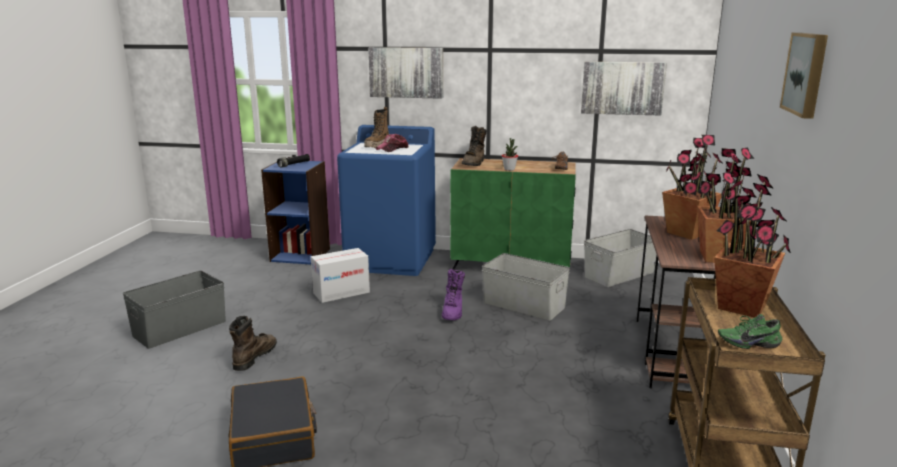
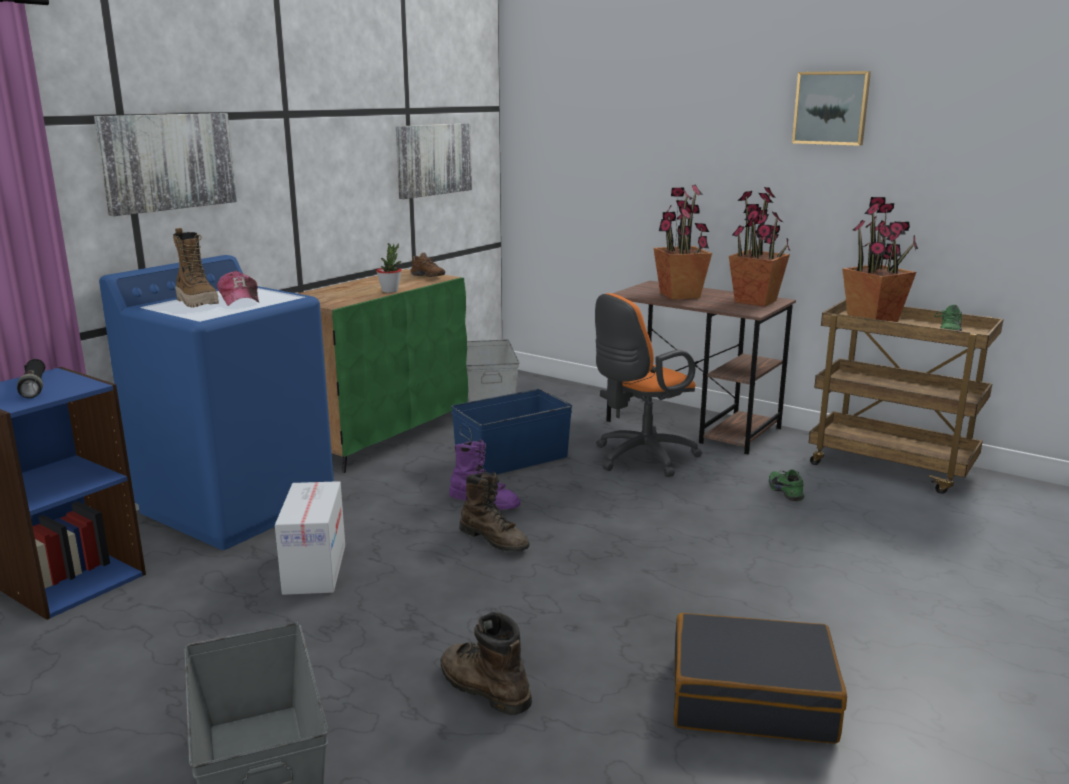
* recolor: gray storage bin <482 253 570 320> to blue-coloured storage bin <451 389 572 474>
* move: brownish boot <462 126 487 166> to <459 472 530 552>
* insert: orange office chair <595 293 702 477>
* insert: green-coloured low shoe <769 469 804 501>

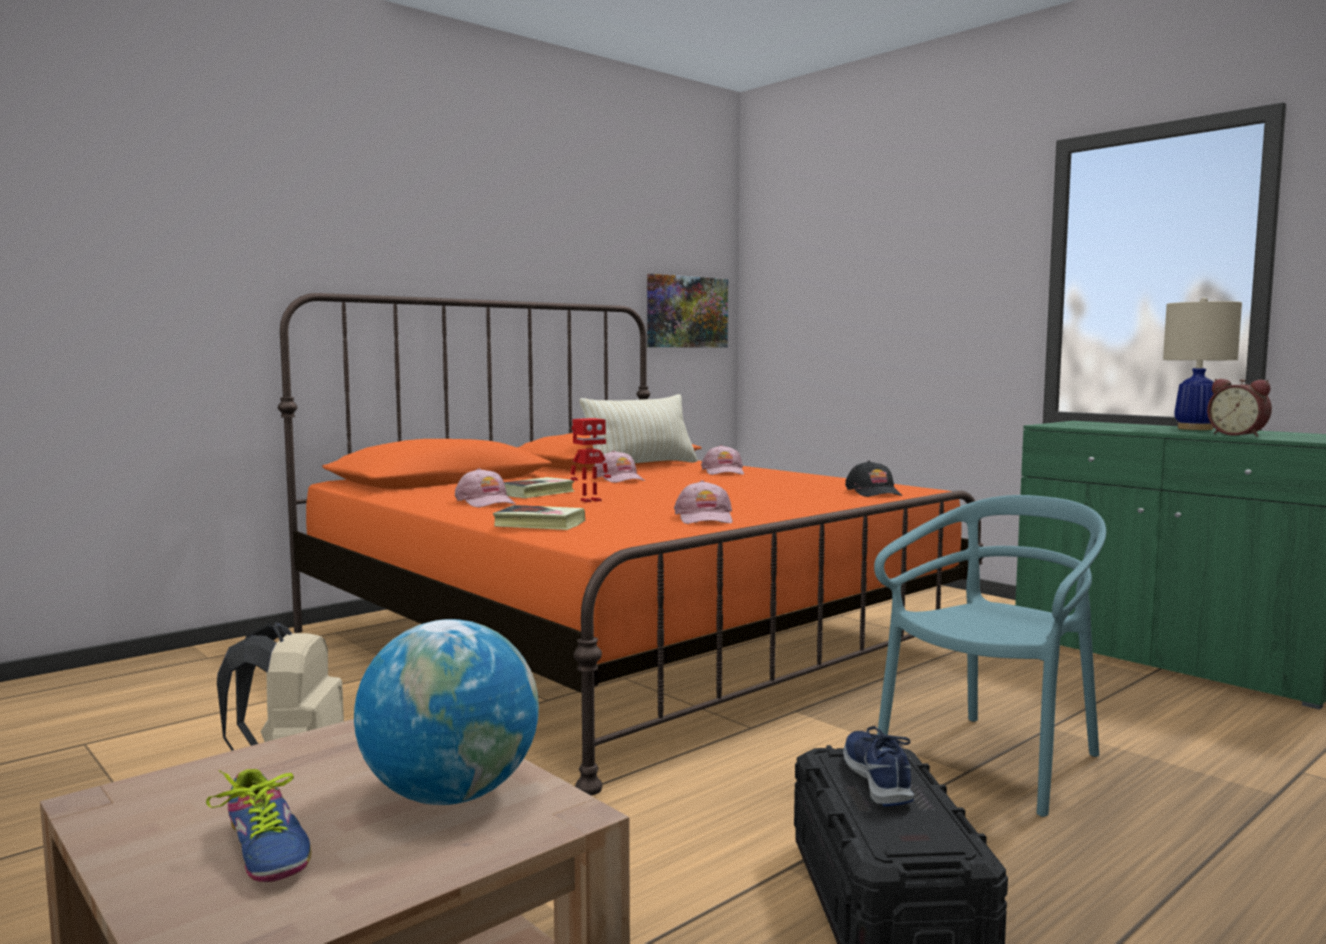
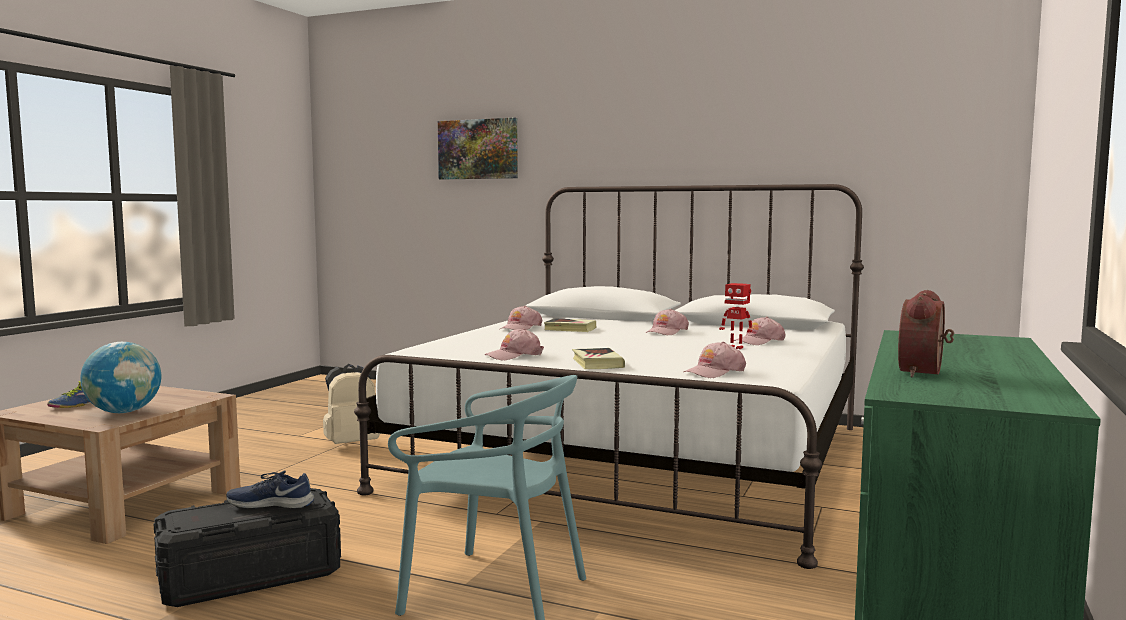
* rotate: blue-coloured low shoe <844 726 914 806> = <226 470 314 509> 150 degrees counterclockwise
* recolor: orange bed <278 293 984 795> to white-coloured bed <354 184 864 569>
* move: picture <647 274 728 348> to <438 118 518 180>
* move: book <493 505 585 530> to <572 348 625 369>
* recolor: black peaked cap <845 461 902 497> to pinkish peaked cap <683 342 746 378>
* move: toy robot <571 418 611 503> to <719 283 753 349>
* delete: beige cushion <580 394 698 465>
* delete: beige tabletop lamp <1163 297 1242 430>

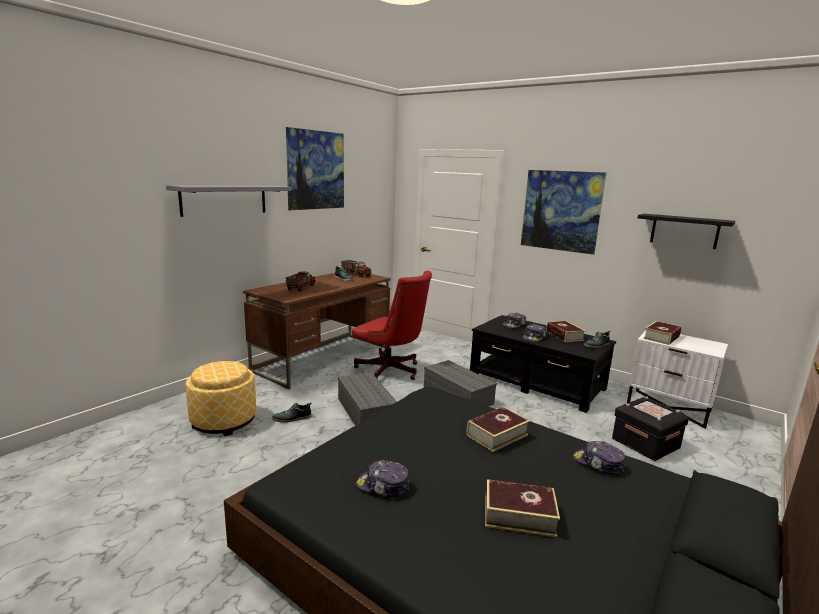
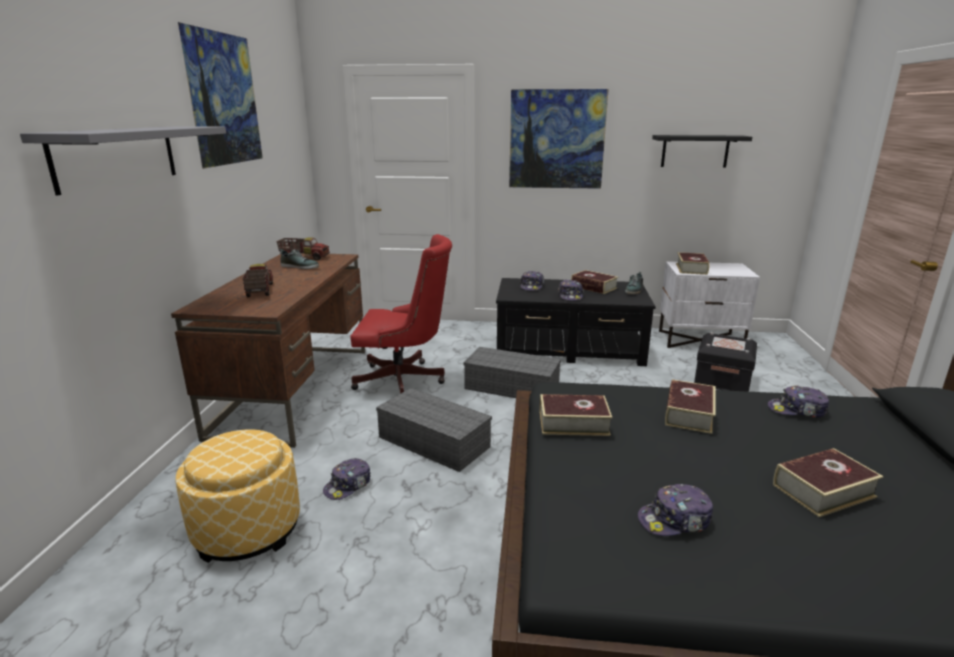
* replace: low shoe <272 402 312 422> to peaked cap <323 458 371 500>
* insert: book <540 394 612 436>

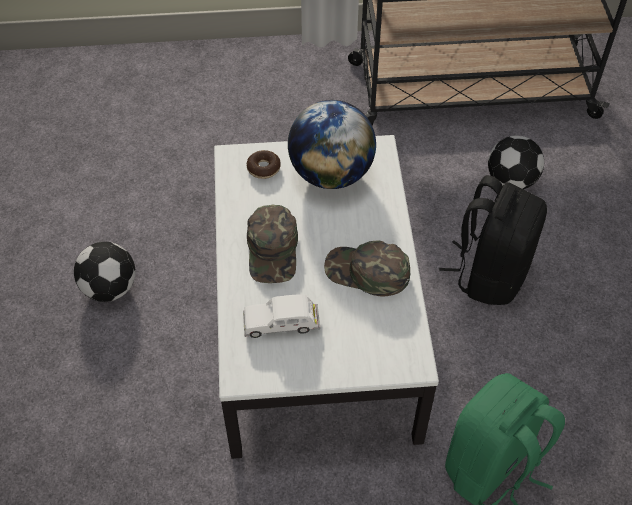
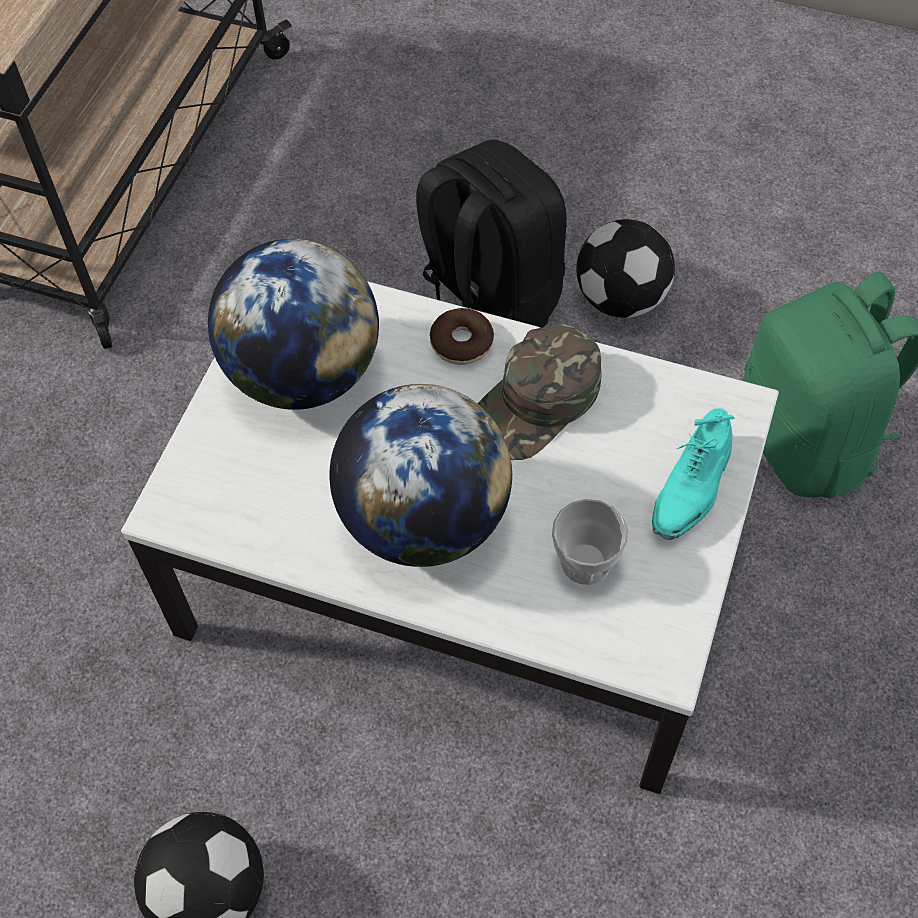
* replace: green-coloured peaked cap <247 205 298 283> to globe <329 384 512 567>
* move: donut <247 150 281 179> to <430 308 494 365>
* replace: white-coloured miniature car <243 294 320 338> to drinking cup <552 499 628 585>
* move: football <488 135 544 189> to <576 219 675 318>
* insert: turquoise low shoe <652 408 735 540>

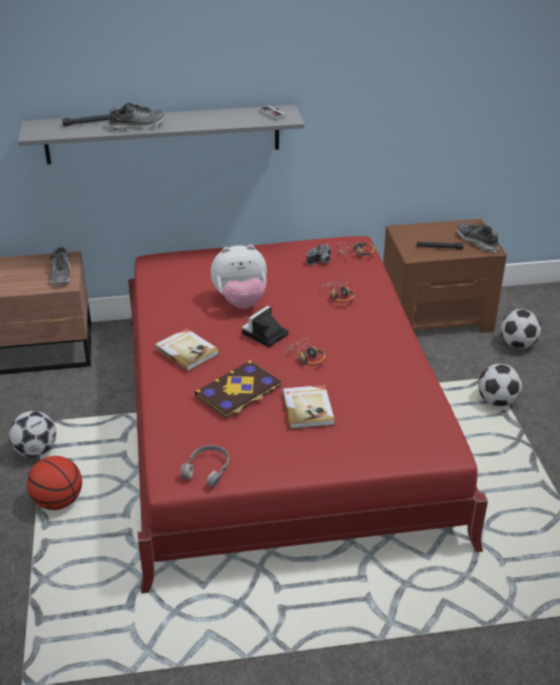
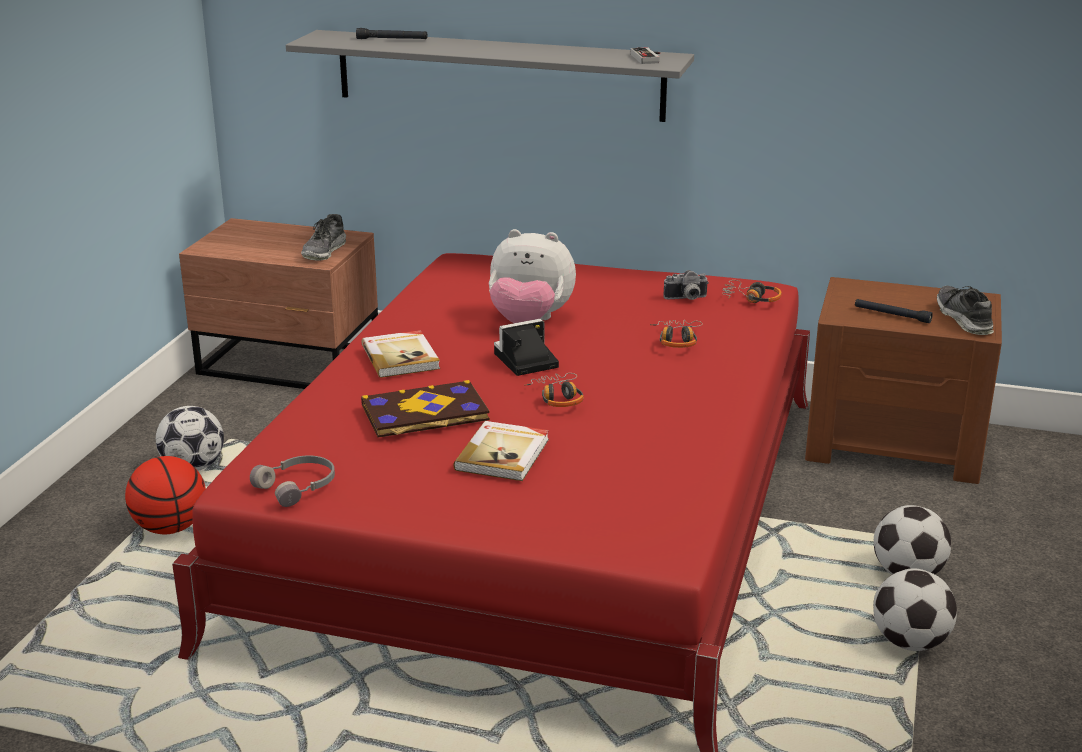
* move: football <501 309 541 349> to <873 568 957 651>
* delete: low shoe <108 103 165 132>

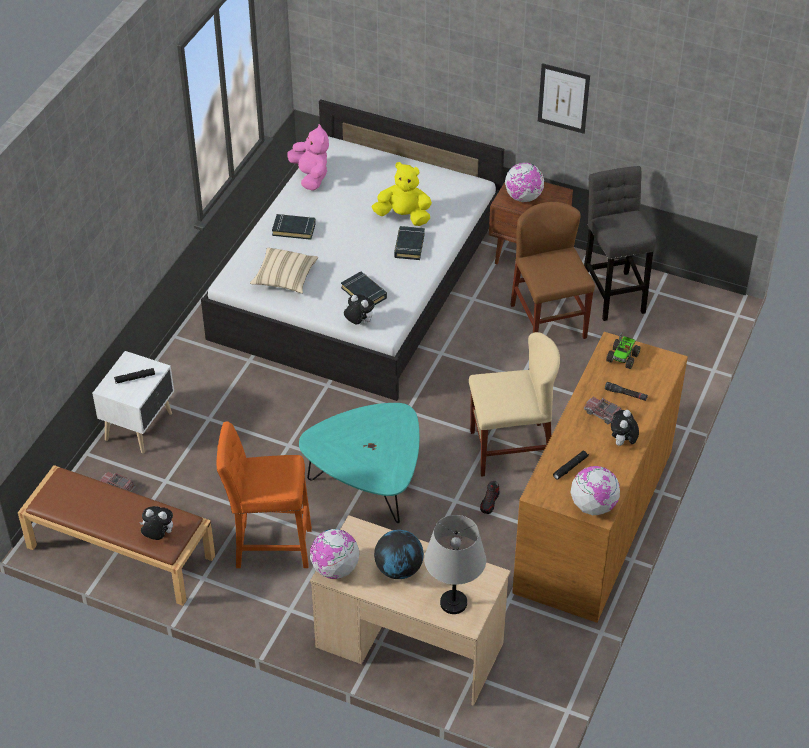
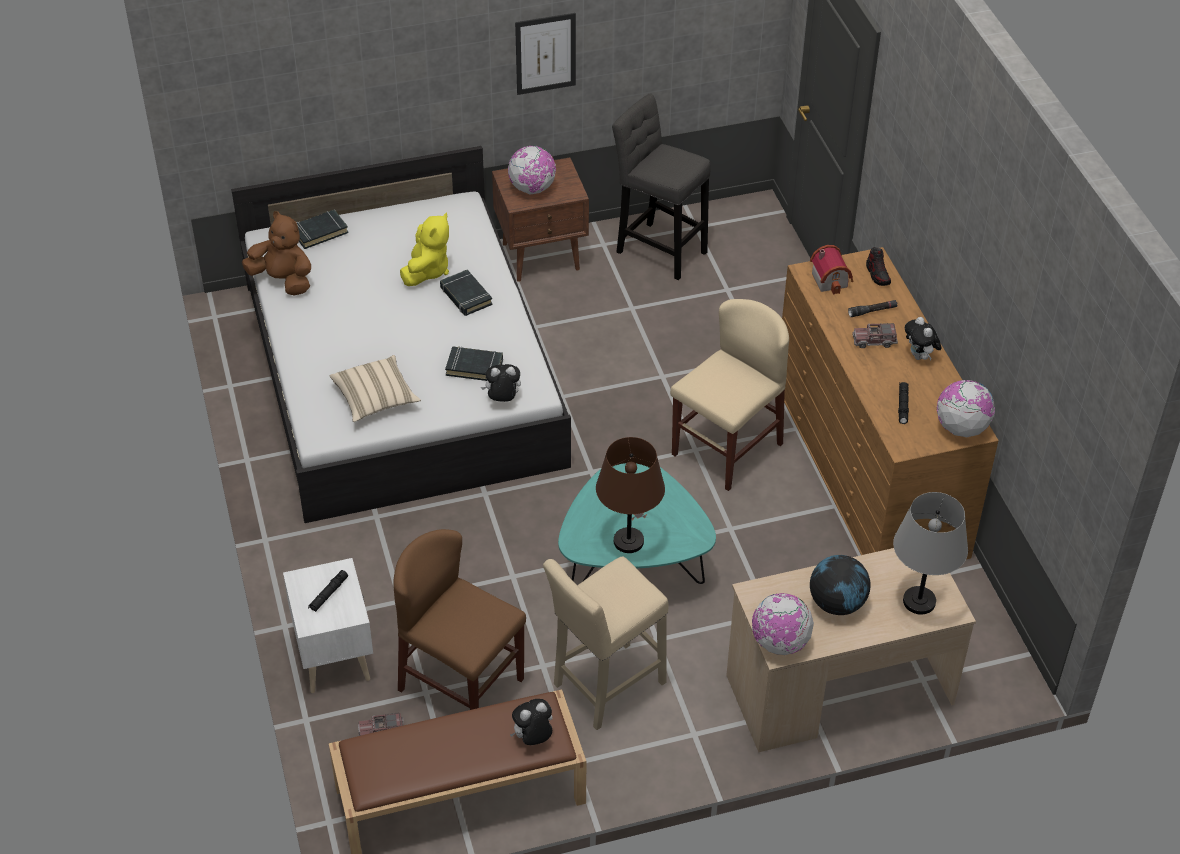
* recolor: pinkish soft toy <287 124 329 191> to brownish soft toy <242 211 311 296>
* move: black book <272 214 316 240> to <297 209 348 249>
* move: brownish chair <510 202 595 339> to <393 529 526 710>
* rotate: yellow soft toy <372 162 432 226> = <400 213 449 286> 135 degrees clockwise
* recolor: orange stool <217 421 312 568> to beige stool <543 556 669 730>
* insert: brownish tabletop lamp <596 437 665 553>
* replace: model truck <606 332 641 369> to model house <810 245 853 295>
* move: low shoe <480 481 500 514> to <866 247 891 286>

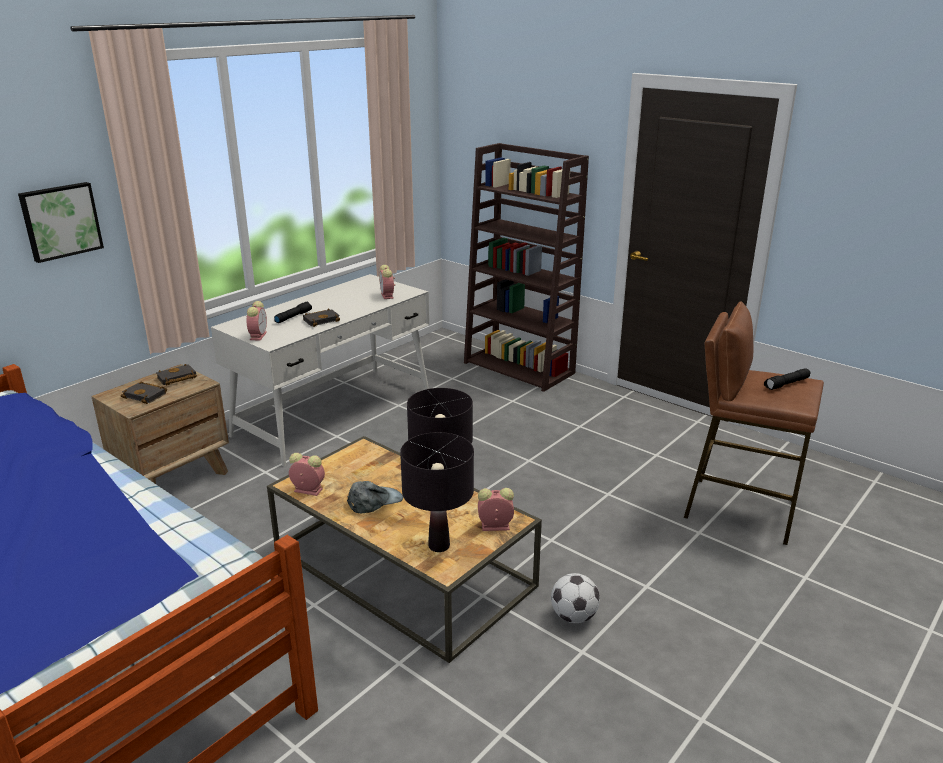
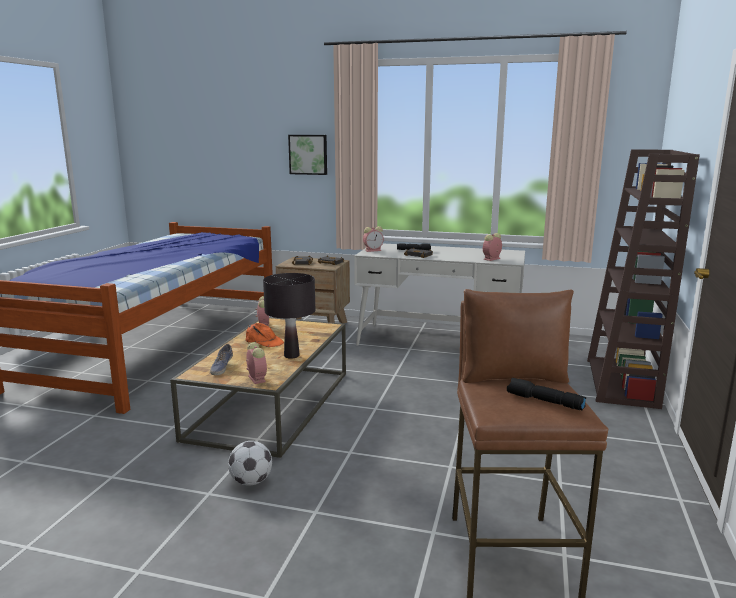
* replace: black tabletop lamp <400 432 474 552> to low shoe <210 344 233 375>
* recolor: gray peaked cap <347 481 403 513> to orange peaked cap <245 323 284 347>

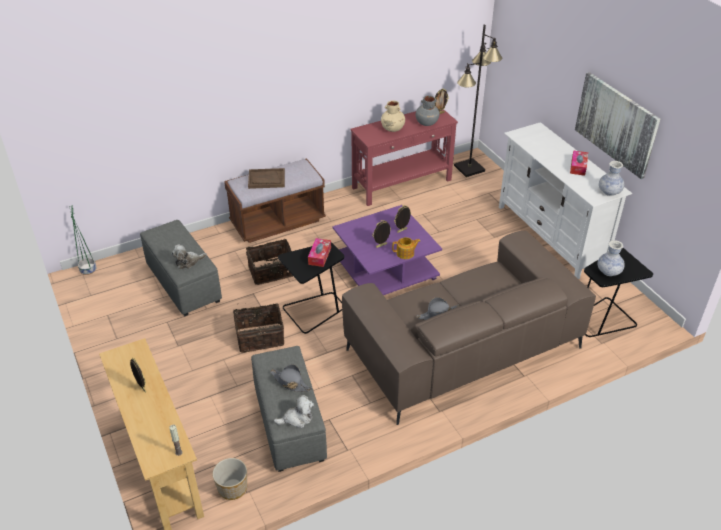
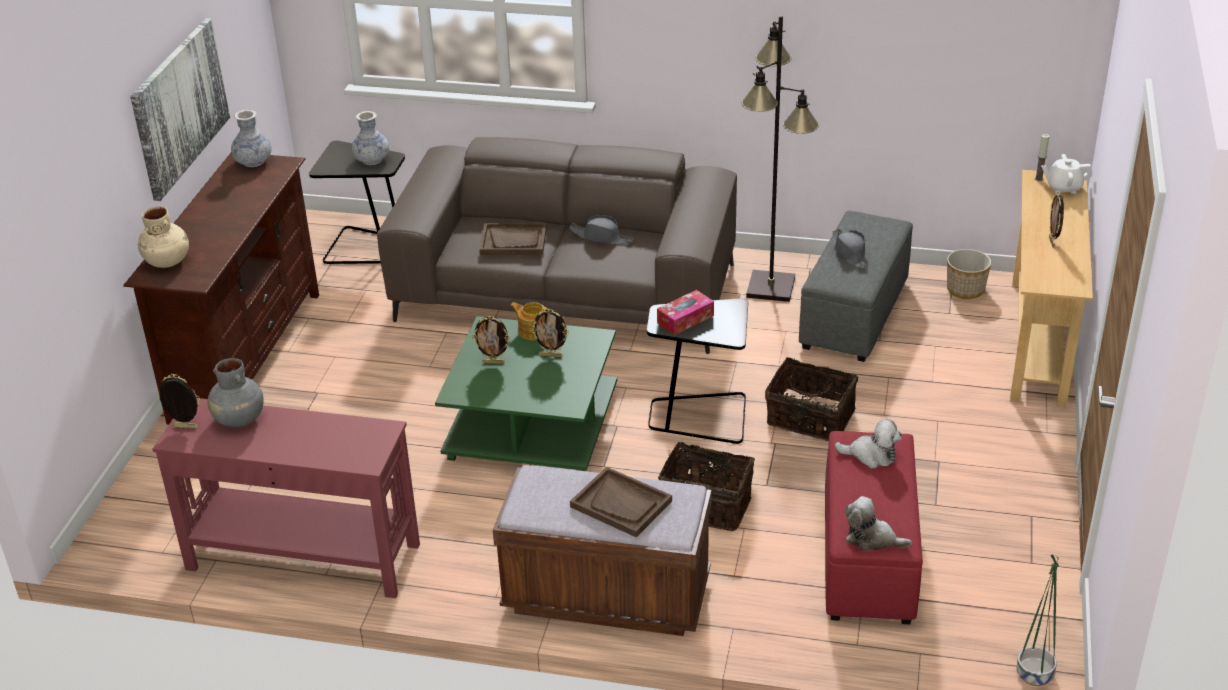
* recolor: white-coloured media console <499 122 633 279> to brownish media console <123 153 319 425>
* move: beige vase <381 101 405 132> to <138 206 189 268>
* recolor: purple coffee table <333 205 442 295> to green-coloured coffee table <435 316 617 471>
* insert: brownish carrying tray <479 223 547 255>
* move: black standard lamp <454 25 502 177> to <742 16 819 302>
* recolor: gray ottoman <140 220 222 316> to red ottoman <825 431 923 624>
* move: soft toy <274 395 314 428> to <845 496 912 551>
* insert: white-coloured pot for tea <1041 154 1092 194>
* delete: tissue holder <570 150 588 176>

